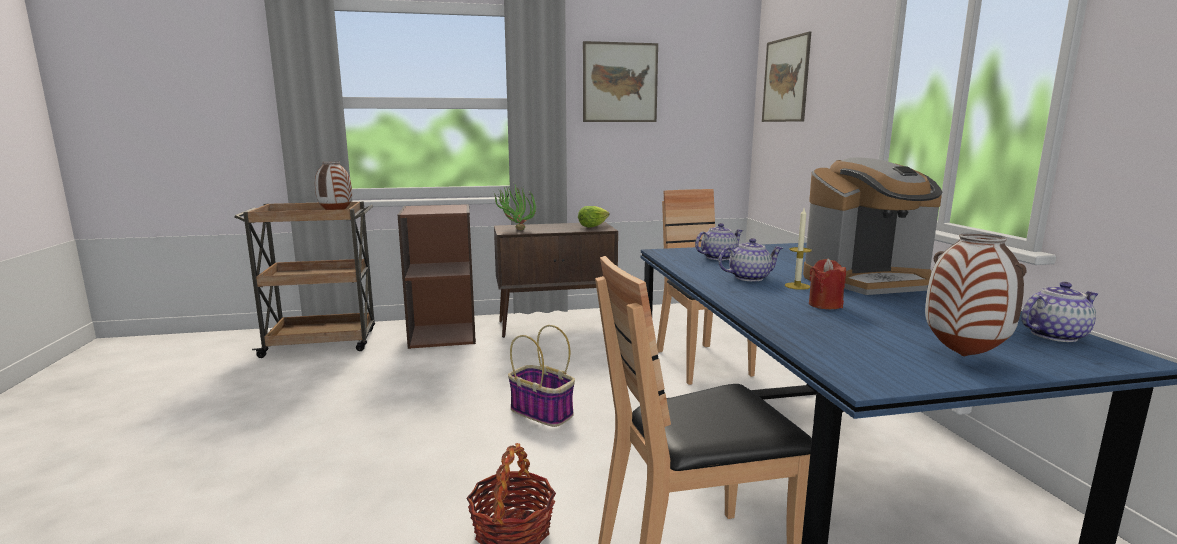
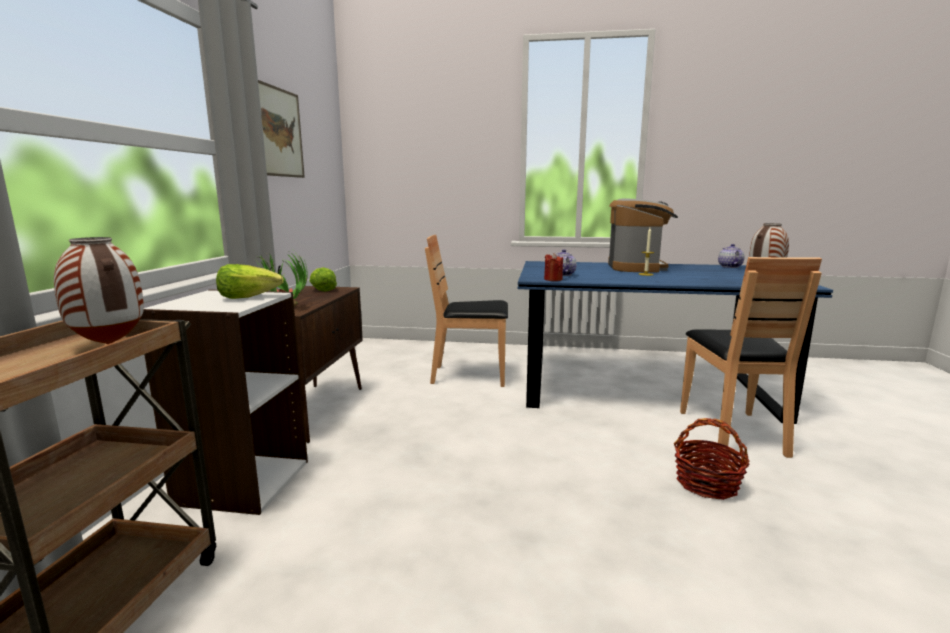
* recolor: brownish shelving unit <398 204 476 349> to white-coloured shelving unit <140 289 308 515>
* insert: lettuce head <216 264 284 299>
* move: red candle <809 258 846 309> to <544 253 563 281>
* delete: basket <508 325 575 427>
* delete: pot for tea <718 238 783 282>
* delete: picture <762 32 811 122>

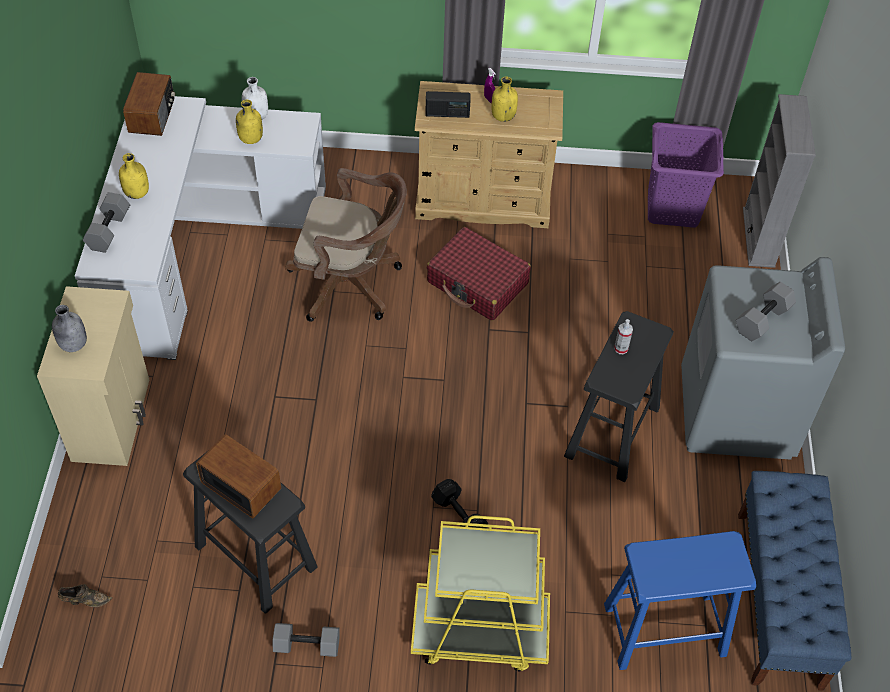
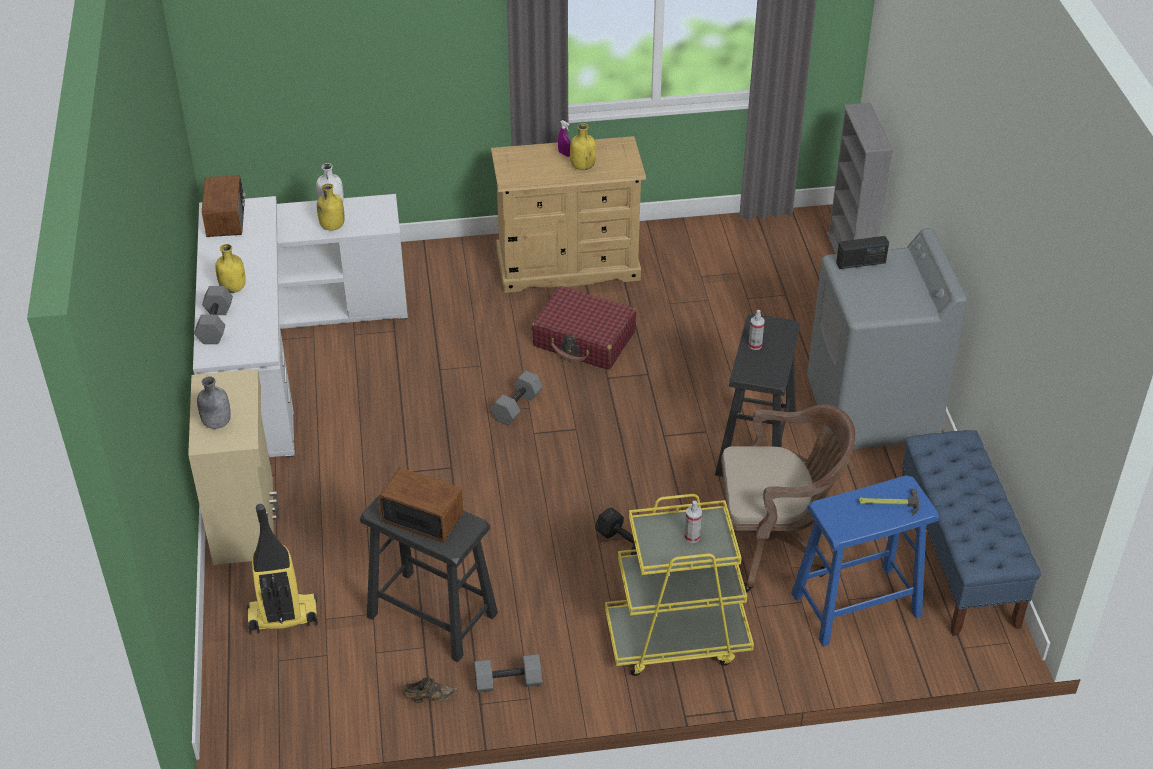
* insert: vacuum cleaner <247 504 318 634>
* move: brownish low shoe <58 584 113 607> to <403 677 458 703>
* move: gray free weight <736 282 796 341> to <491 371 543 425>
* insert: spray bottle <685 501 702 543>
* move: brownish office chair <285 168 407 322> to <721 404 856 592>
* move: radio <425 91 471 118> to <836 236 889 269>
* insert: hammer <859 488 919 516>
* delete: purple hamper <648 122 724 227>

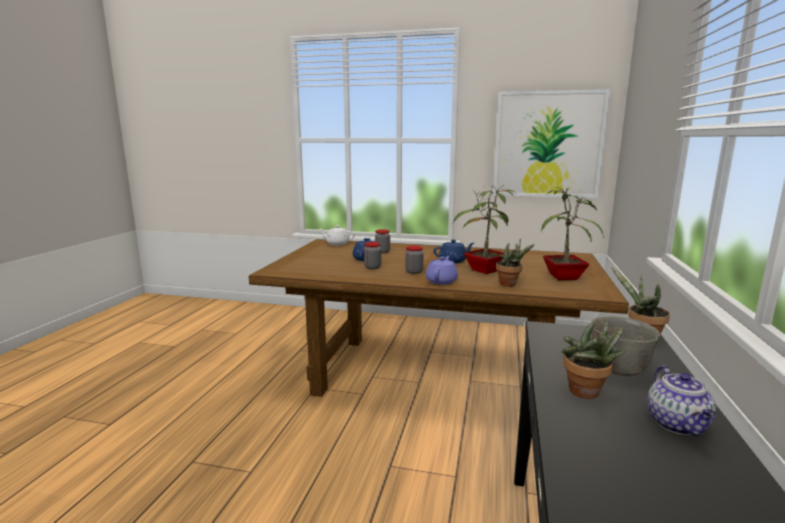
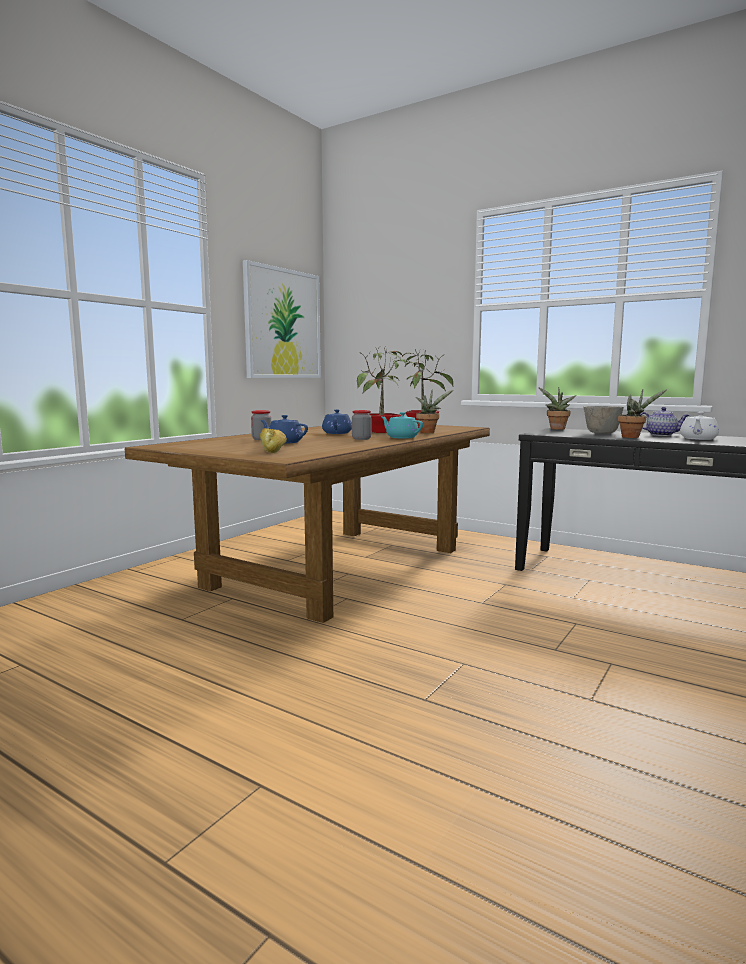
* insert: baked bread <260 428 287 453>
* recolor: purple pot for tea <425 256 458 285> to turquoise pot for tea <382 412 423 439>
* move: white-coloured pot for tea <318 225 355 245> to <680 412 719 440>
* delete: preserve jar <364 242 381 269>

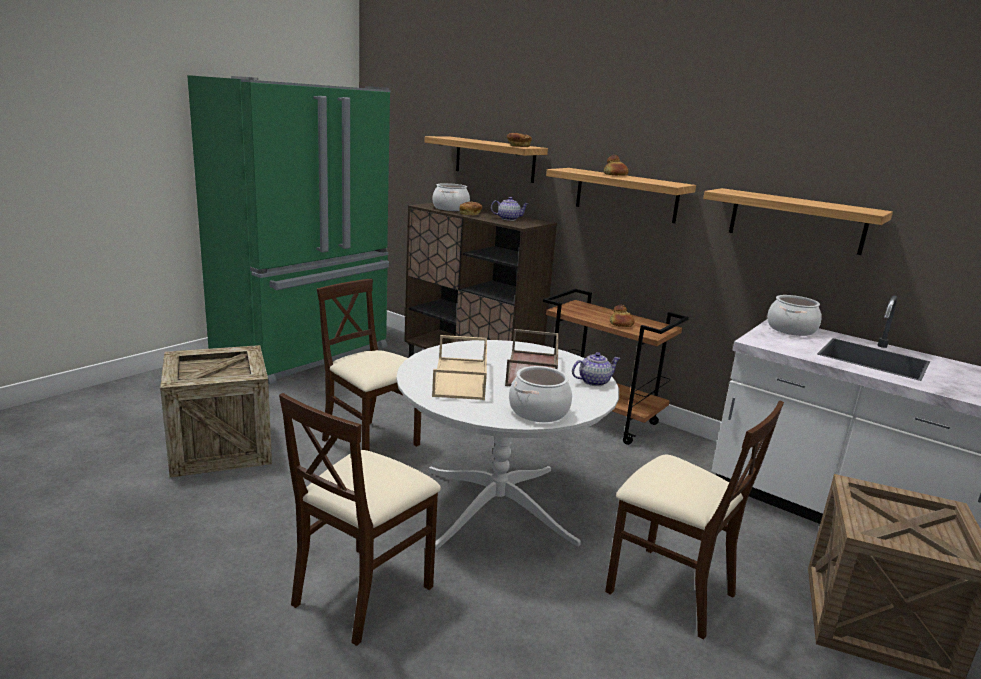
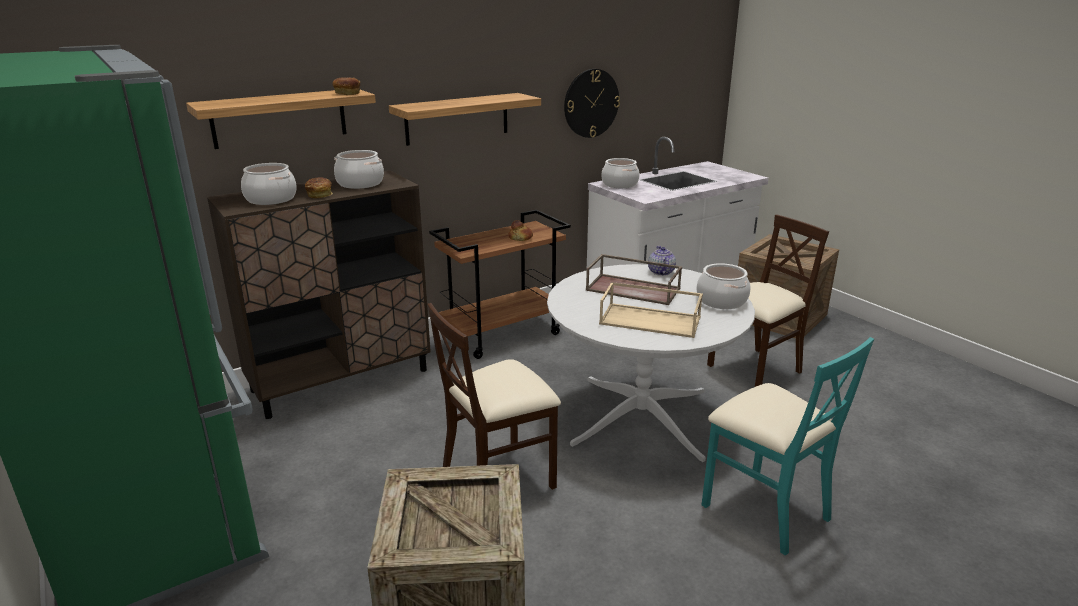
* replace: pot for tea <491 197 528 221> to cooking pot <334 150 384 189>
* replace: wall shelf <703 188 893 255> to clock on the wall <564 69 620 138>
* recolor: beige chair <279 393 441 646> to turquoise chair <702 337 874 556>
* delete: baked bread <604 155 629 176>

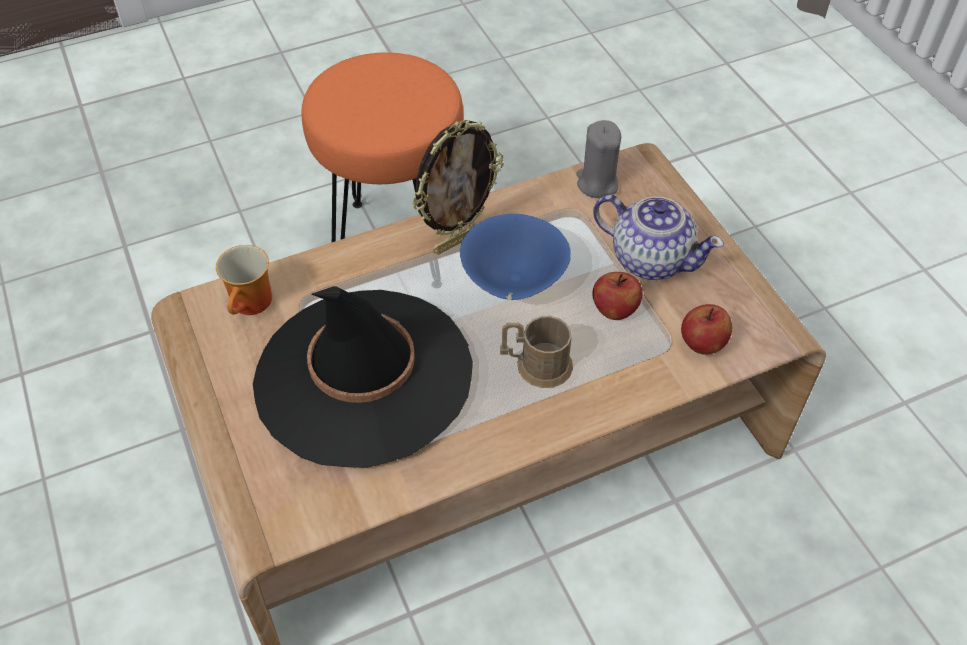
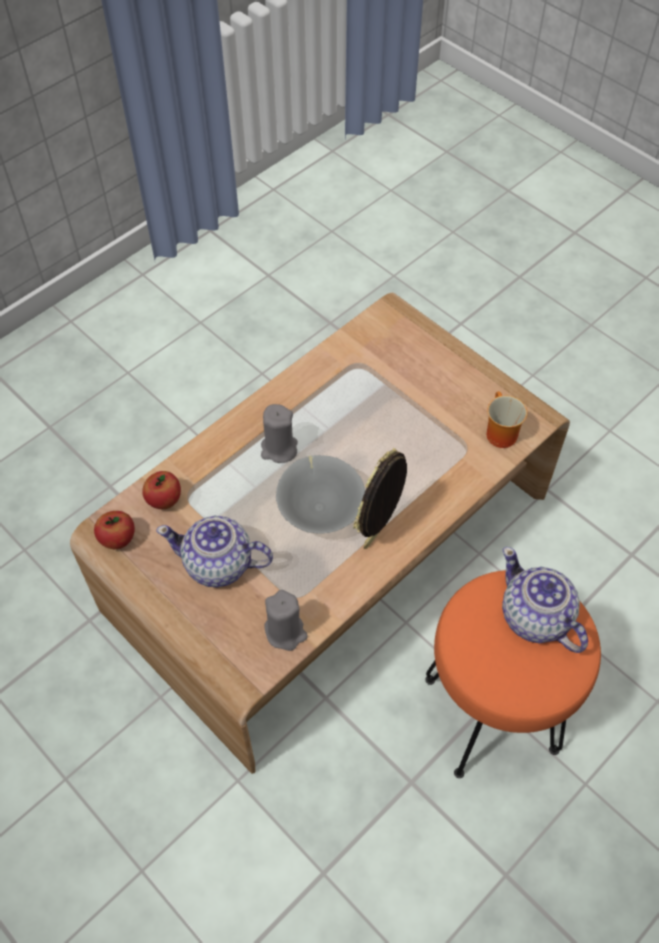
* move: apple <592 272 643 320> to <94 511 135 549>
* replace: brownish tea mug <500 316 573 388> to gray candle <261 404 298 463>
* recolor: blue-coloured deep dish <460 214 571 300> to gray deep dish <276 455 365 534>
* insert: pot for tea <502 547 588 653>
* delete: black wearable hat <253 286 473 468>

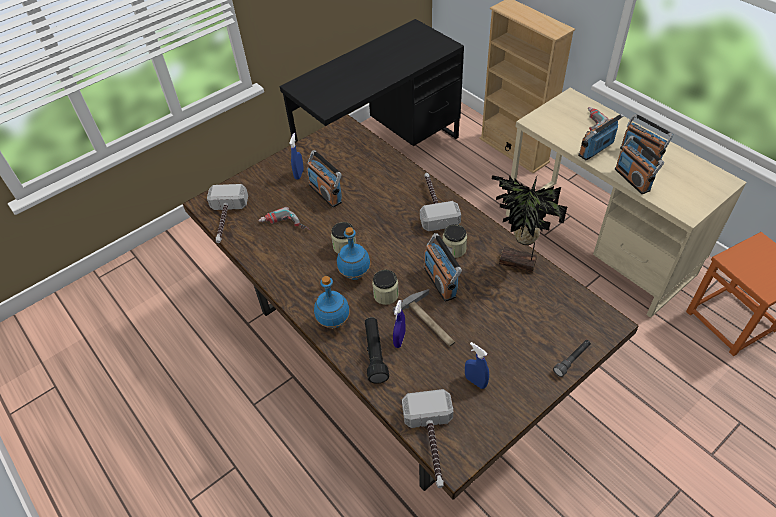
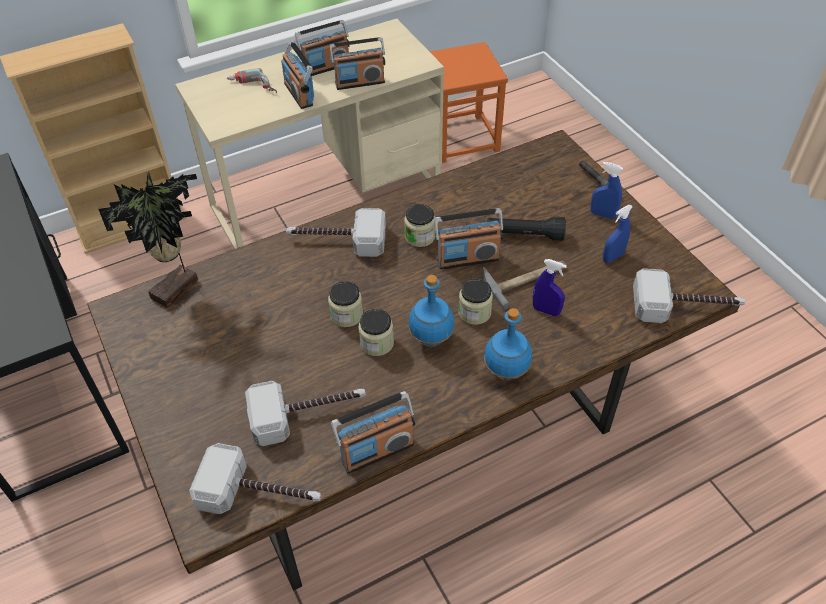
* move: potted plant <492 175 567 272> to <98 170 198 308>
* replace: electric drill <259 207 309 230> to hammer <245 381 366 446>
* insert: preserve jar <328 281 363 327>
* move: radio <307 150 342 208> to <331 391 415 474>
* move: black hand torch <365 317 389 384> to <487 217 566 241>
* move: blue-coloured spray bottle <289 133 304 180> to <591 162 623 219>

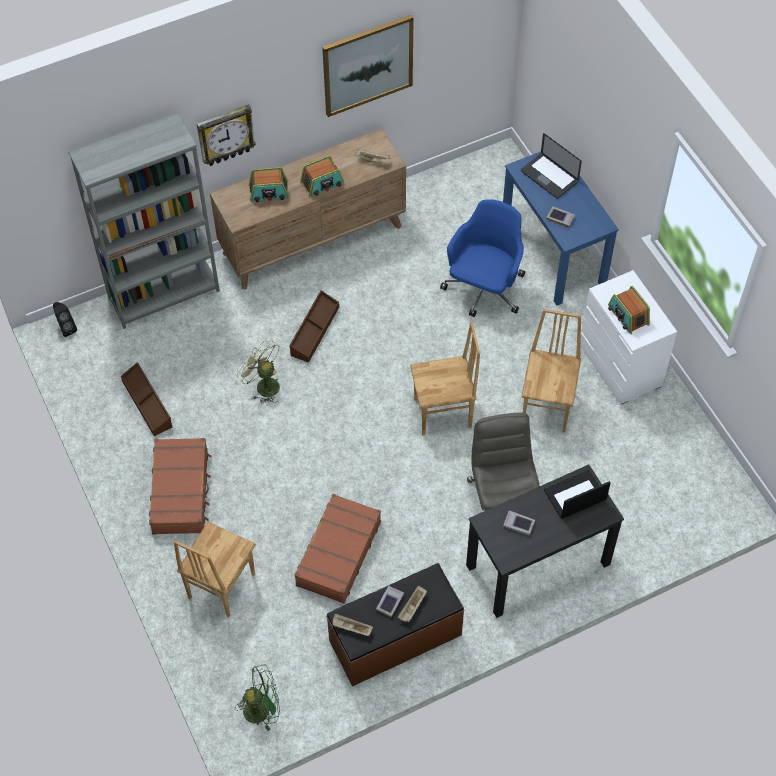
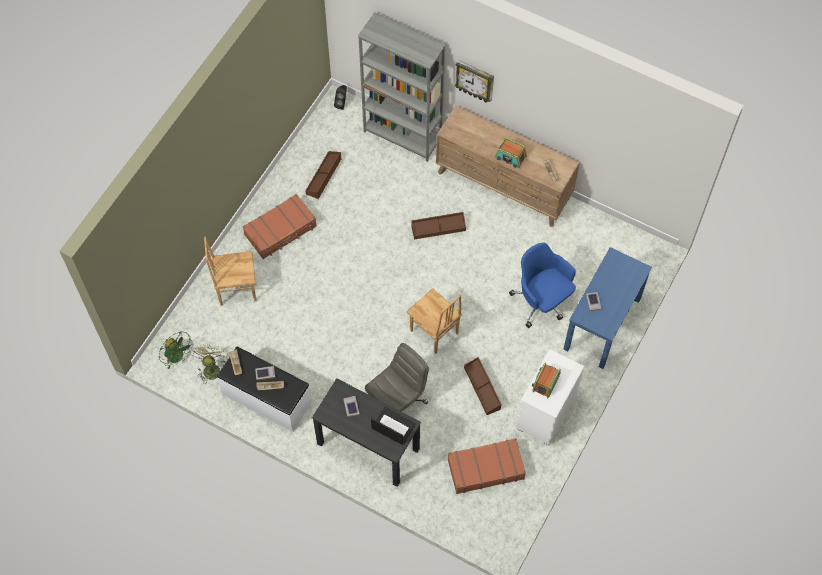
* move: green-coloured fan <237 340 280 403> to <190 344 229 384>
* recolor: brownish bench <326 563 464 686> to white-coloured bench <217 347 312 432>
* move: brownish piece of luggage <295 494 381 604> to <448 438 526 494>
* replace: brownish chair <522 309 581 433> to brownish storage bin <464 357 502 415>
* rotate: blue-coloured office chair <440 199 525 317> = <509 243 576 328> 120 degrees counterclockwise
* delete: radio <249 167 289 202>
* delete: picture <322 15 414 117>
* delete: portable computer <521 133 582 199>

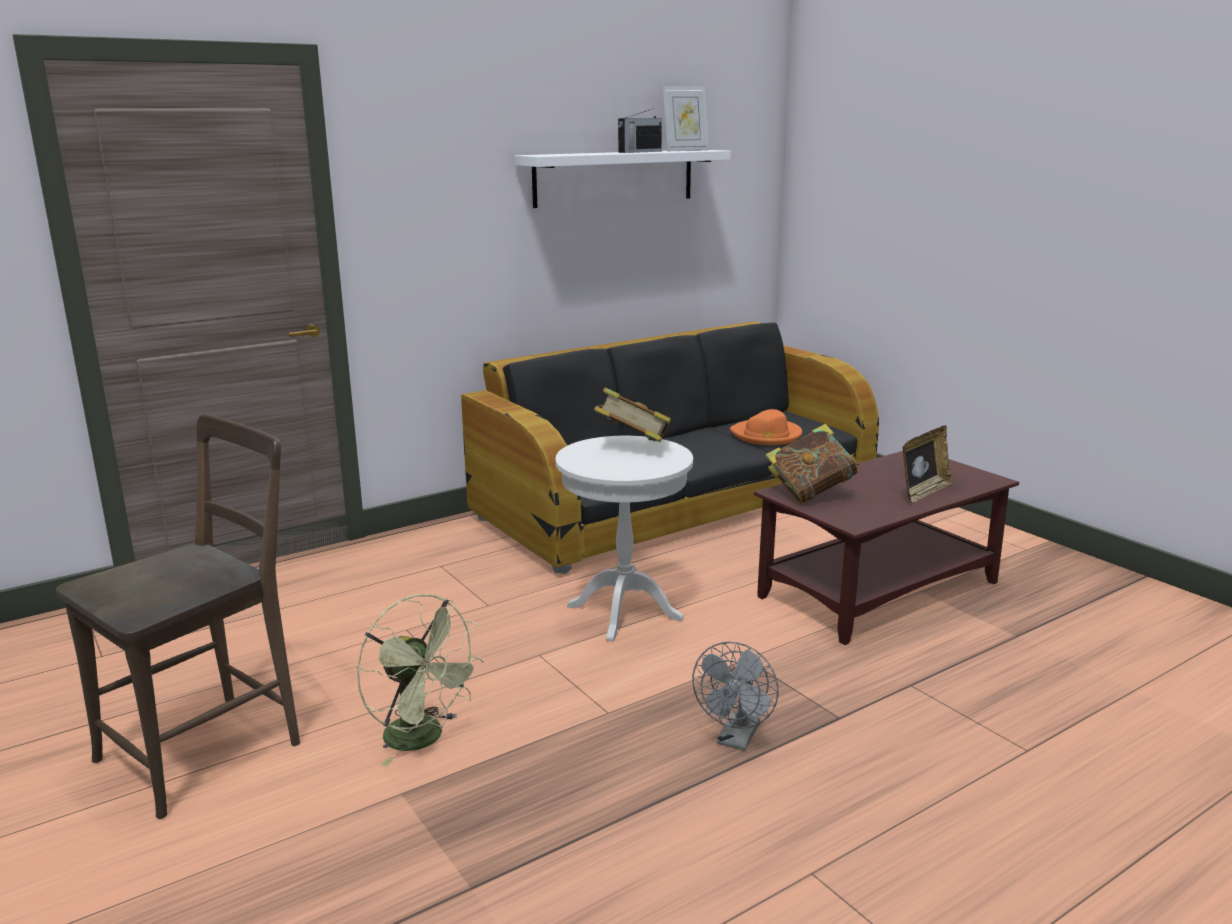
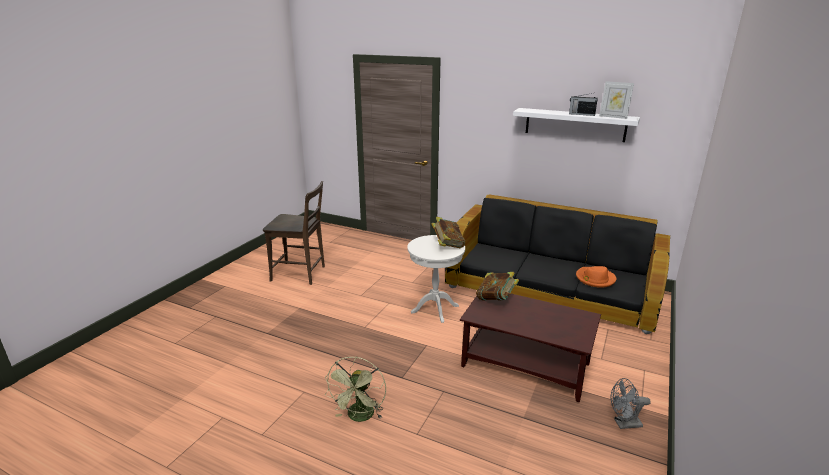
* move: green-coloured fan <357 594 484 767> to <325 357 386 422>
* move: gray fan <692 642 779 751> to <611 378 651 429>
* delete: standing frame <902 425 953 503>

